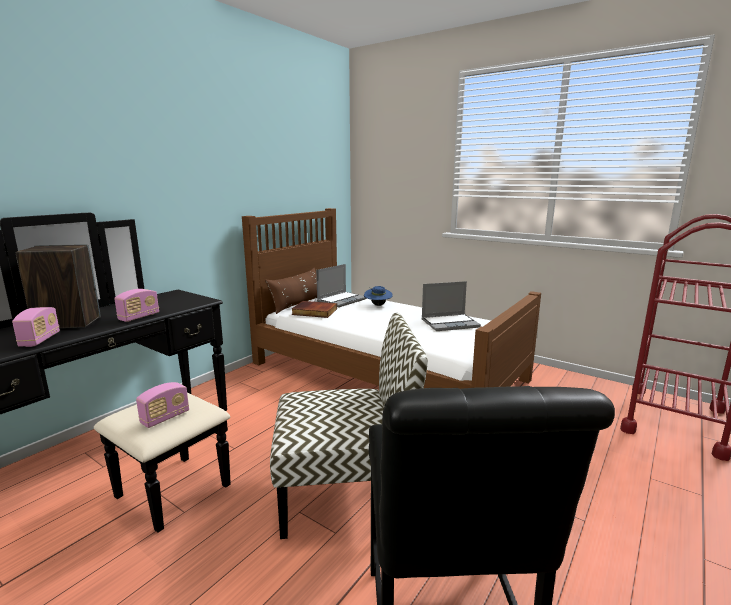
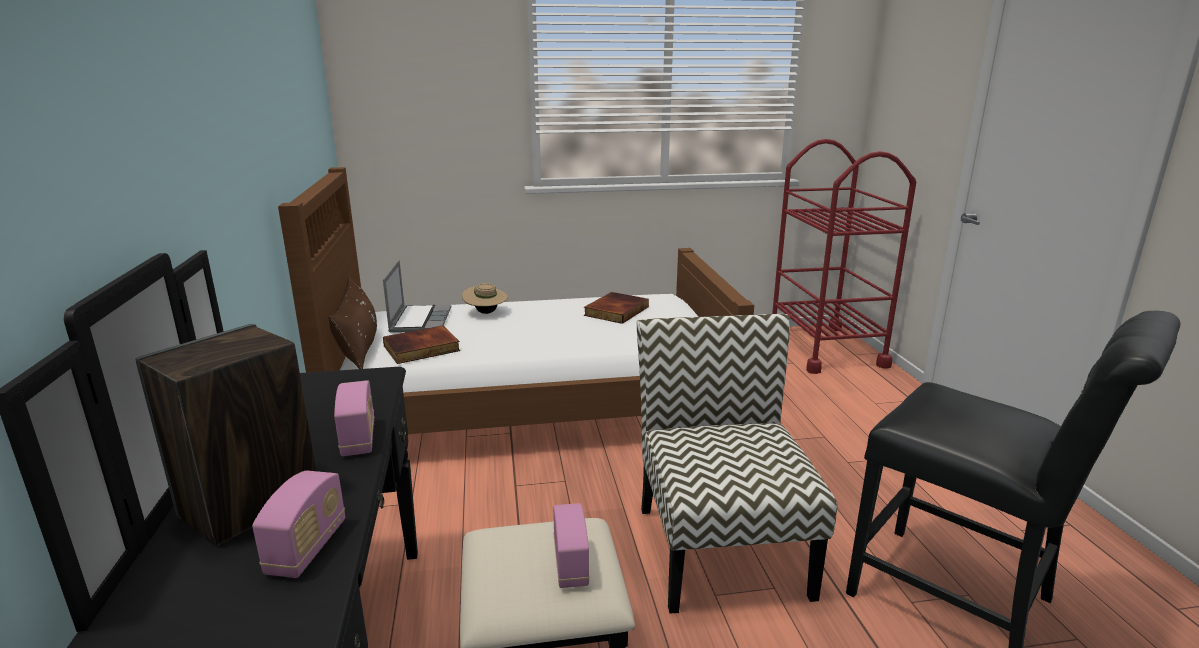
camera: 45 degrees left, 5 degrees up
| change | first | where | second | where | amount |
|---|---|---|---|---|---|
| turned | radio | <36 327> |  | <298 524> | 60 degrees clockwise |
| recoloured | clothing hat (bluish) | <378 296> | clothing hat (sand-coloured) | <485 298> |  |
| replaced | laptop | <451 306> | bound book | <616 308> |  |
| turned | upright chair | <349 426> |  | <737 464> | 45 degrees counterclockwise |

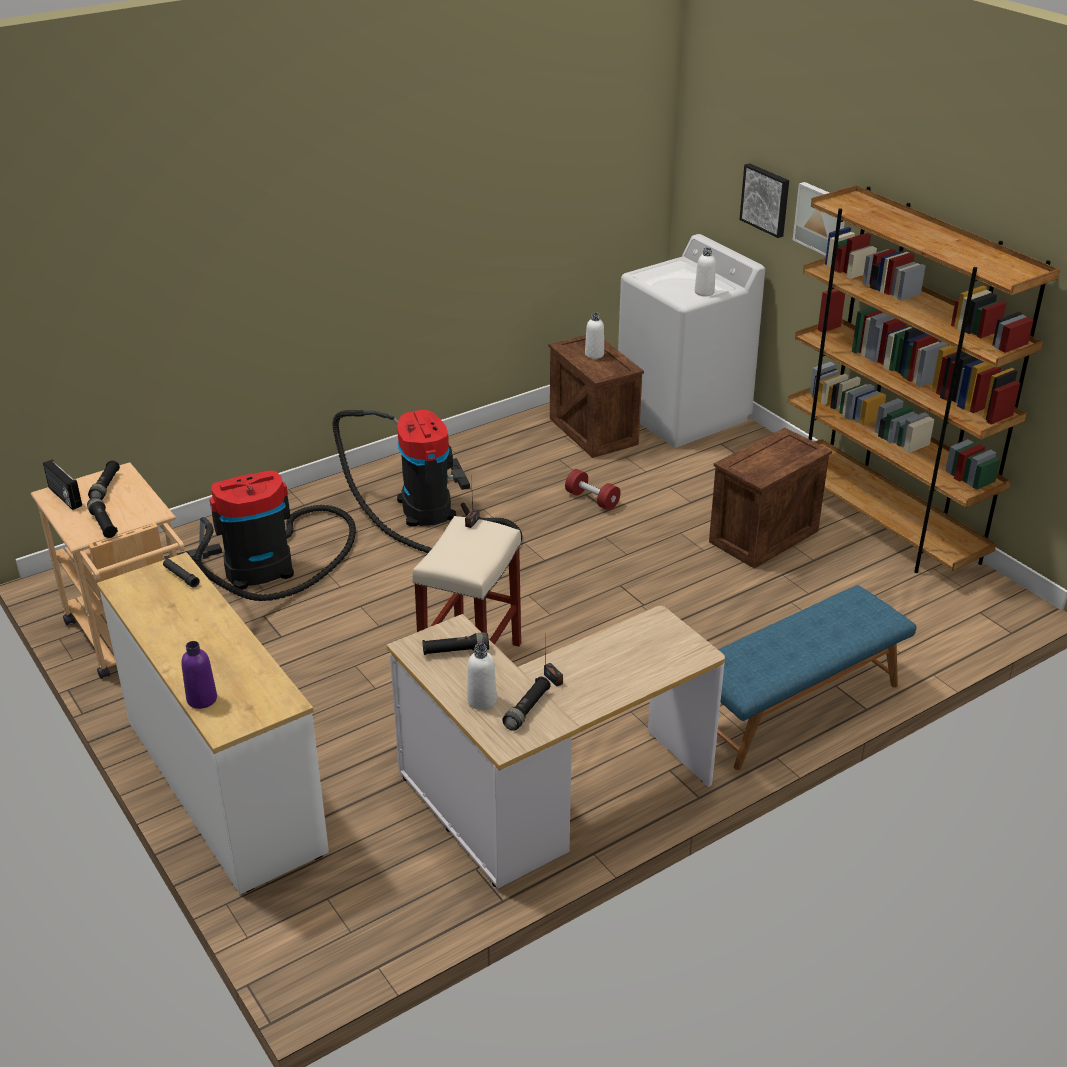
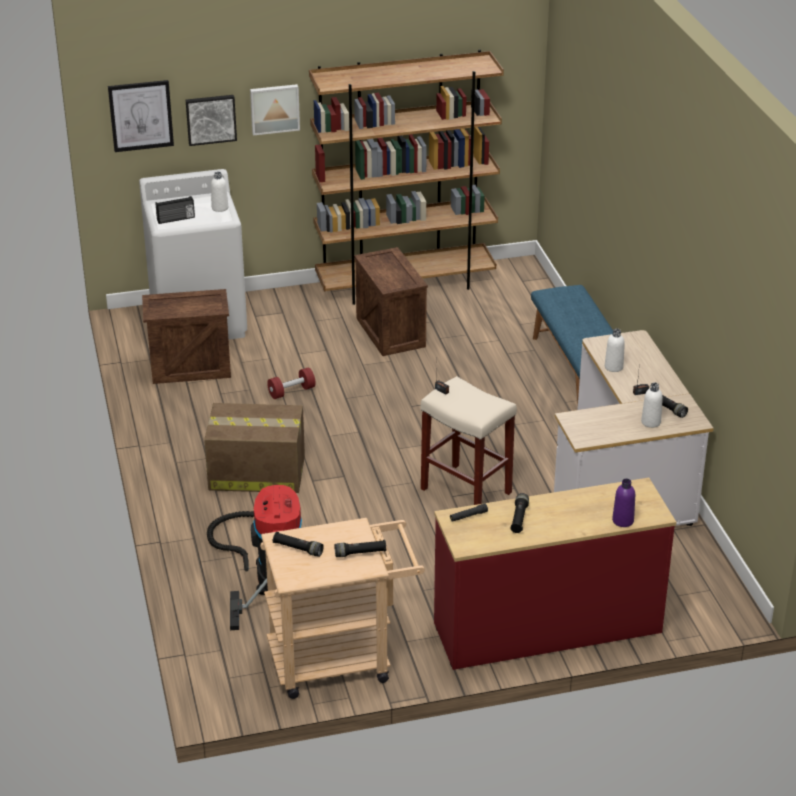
camera: 70 degrees left, 0 degrees up
| change | first | where | second | where | amount |
|---|---|---|---|---|---|
| added |  |  | wall picture | <141 116> |  |
| moved | radio | <62 484> |  | <175 210> |  |
| replaced | vacuum | <427 481> | cardboard box | <254 448> |  |
| recoloured | drawer chest (white) | <213 723> | drawer chest (reddish) | <555 574> |  |
| moved | flashlight (blackish) | <455 644> |  | <520 513> |  |
| moved | drink bottle (white) | <594 335> |  | <615 350> |  |

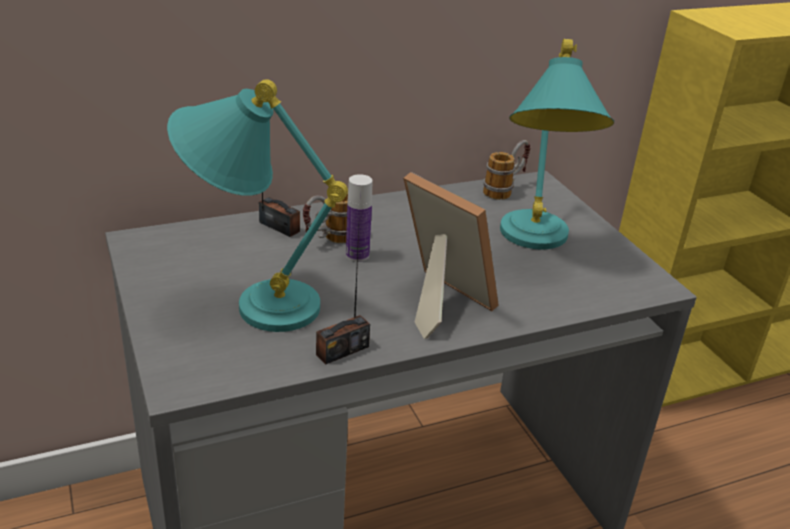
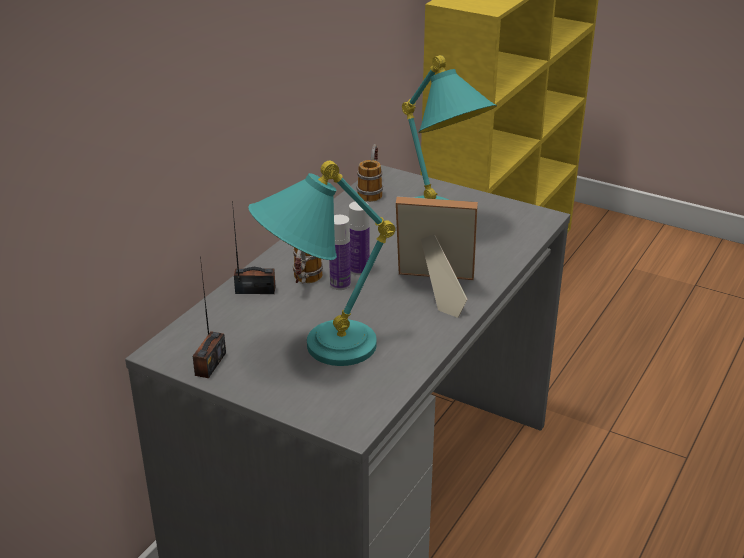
camera: 35 degrees left, 0 degrees up
| change | first | where | second | where | amount |
|---|---|---|---|---|---|
| moved | radio | <343 296> |  | <209 317> |  |
| added |  |  | drink bottle | <359 238> |  |

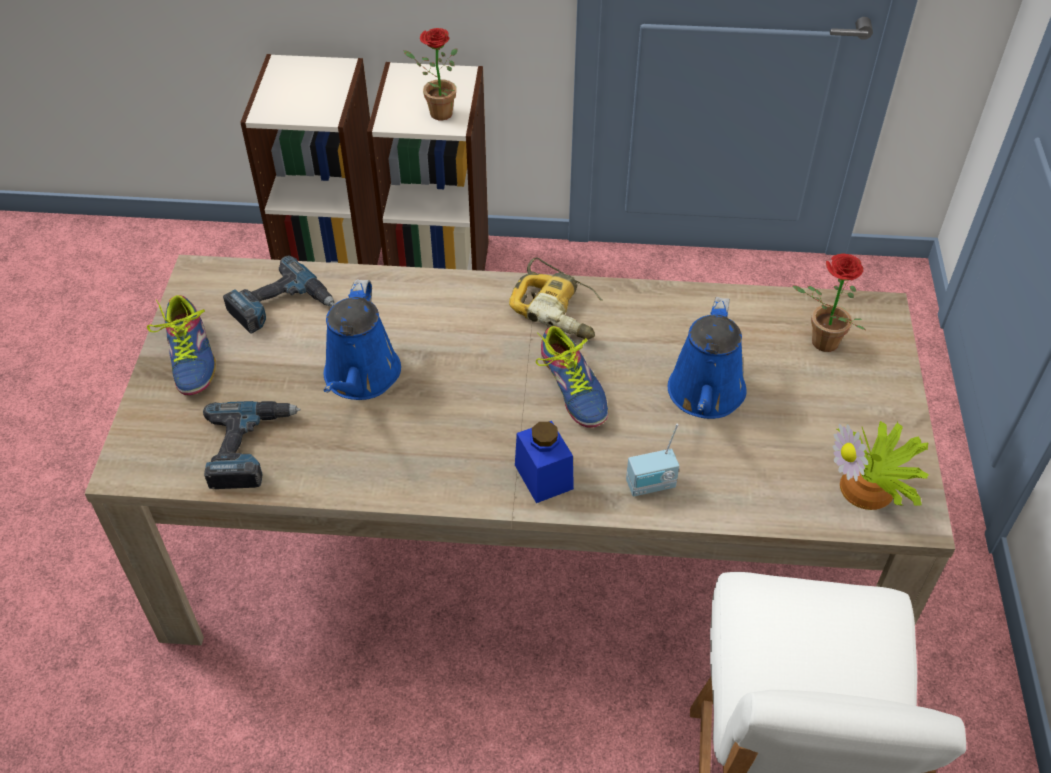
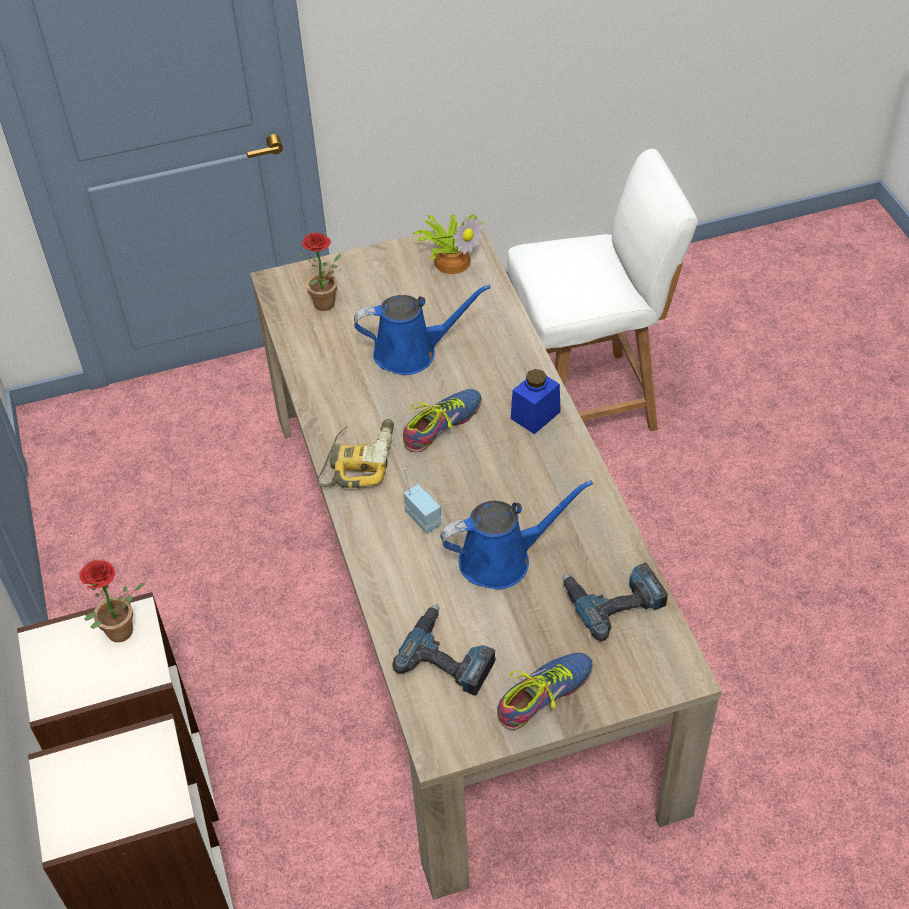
camera: 110 degrees left, 0 degrees up
| change | first | where | second | where | amount |
|---|---|---|---|---|---|
| moved | radio | <652 460> |  | <422 501> |  |

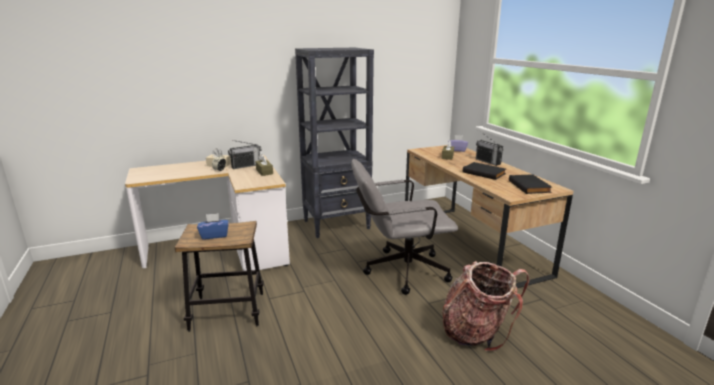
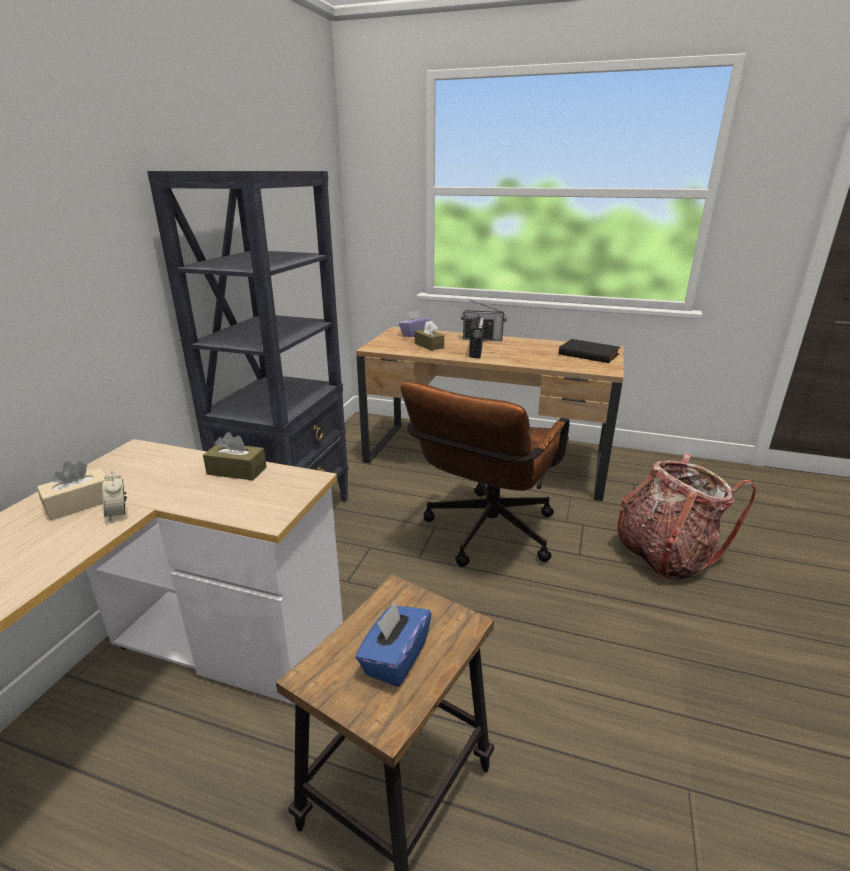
camera: 50 degrees left, 5 degrees up
| change | first | where | second | where | amount |
|---|---|---|---|---|---|
| recoloured | computer chair (greyish) | <404 227> | computer chair (brown-coloured) | <485 474> |  |
| moved | radio | <245 154> |  | <476 336> |  |
| removed | bound book (blackish) | <484 171> |  |  |  |

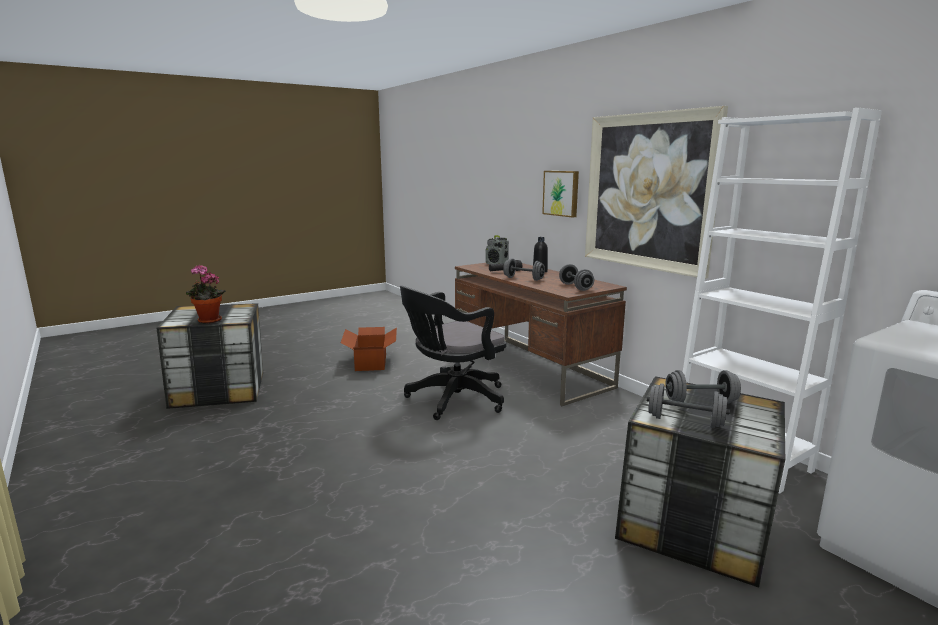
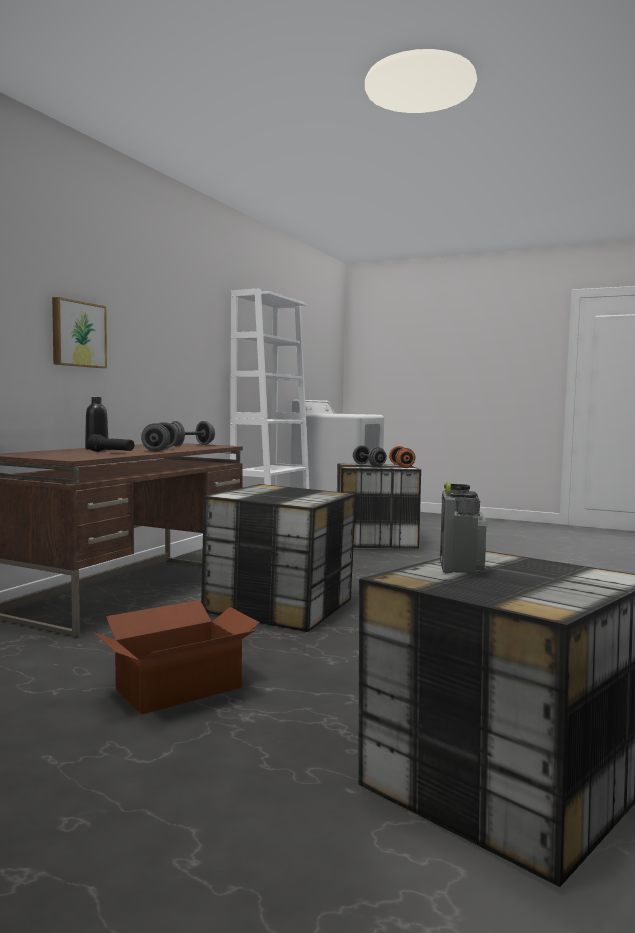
camera: 120 degrees left, 10 degrees down
| change | first | where | second | where | amount |
|---|---|---|---|---|---|
| replaced | computer chair (blackish) | <453 353> | storage container | <278 558> |  |
| recoloured | hand weight (greyish) | <688 405> | hand weight (orangey) | <402 457> |  |
| moved | radio | <497 250> |  | <463 528> |  |
| removed | houseplant | <206 294> |  |  |  |
| removed | wall picture | <656 192> |  |  |  |

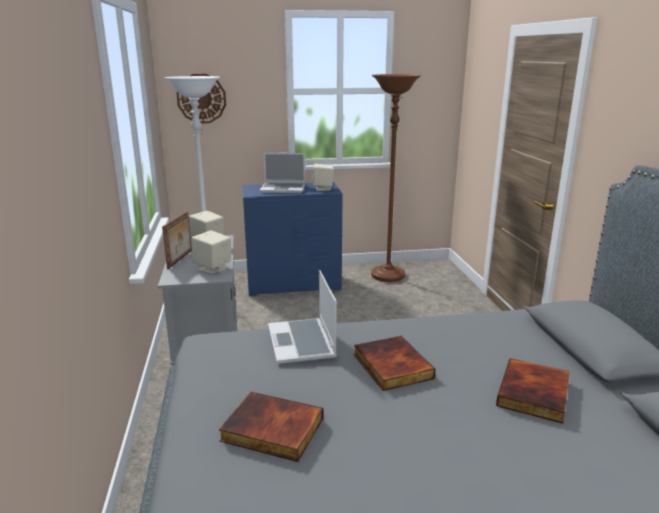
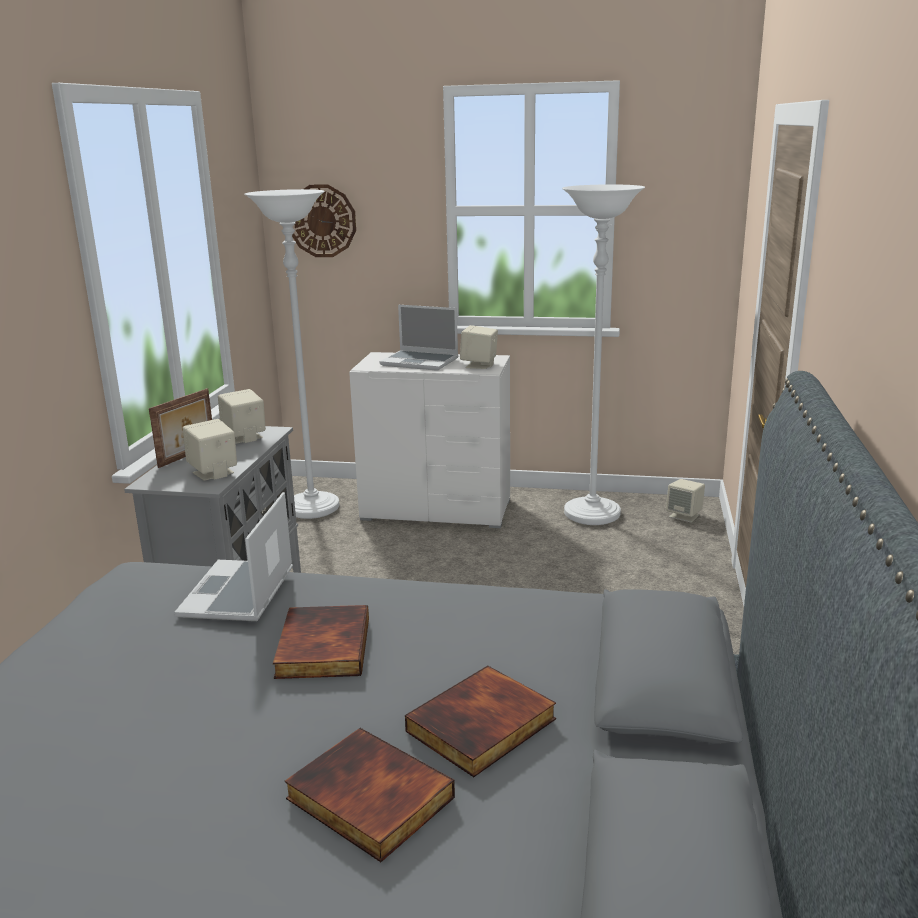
camera: 20 degrees right, 0 degrees up
| change | first | where | second | where | amount |
|---|---|---|---|---|---|
| moved | bound book | <271 427> |  | <370 795> |  |
| recoloured | drawer chest (bluish) | <292 239> | drawer chest (white) | <429 440> |  |
| recoloured | standing lamp (brown-coloured) | <396 178> | standing lamp (white) | <603 354> |  |
| added |  |  | audio speaker (sand-coloured) | <685 501> |  |

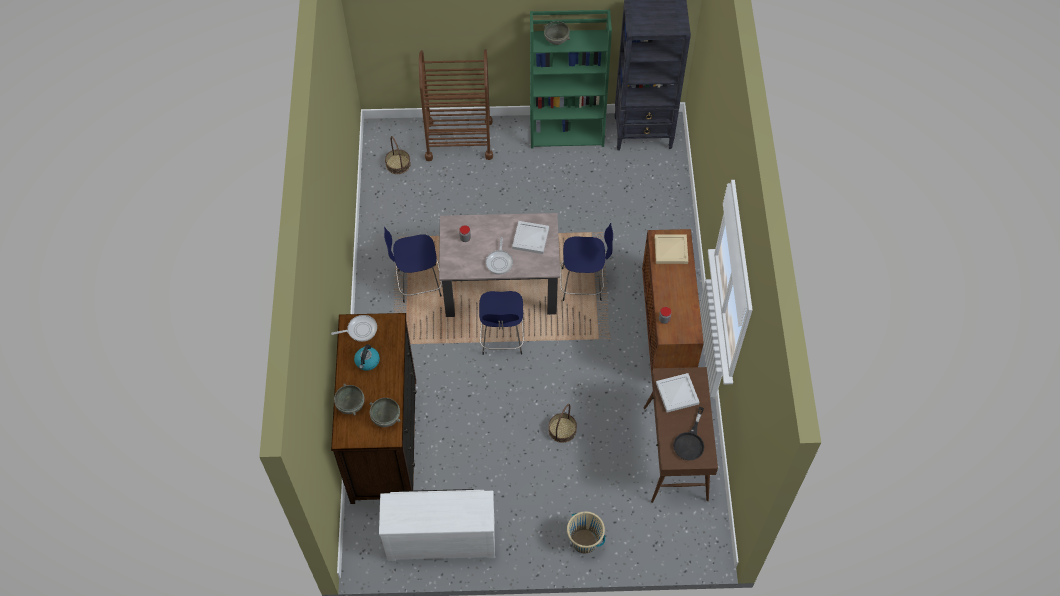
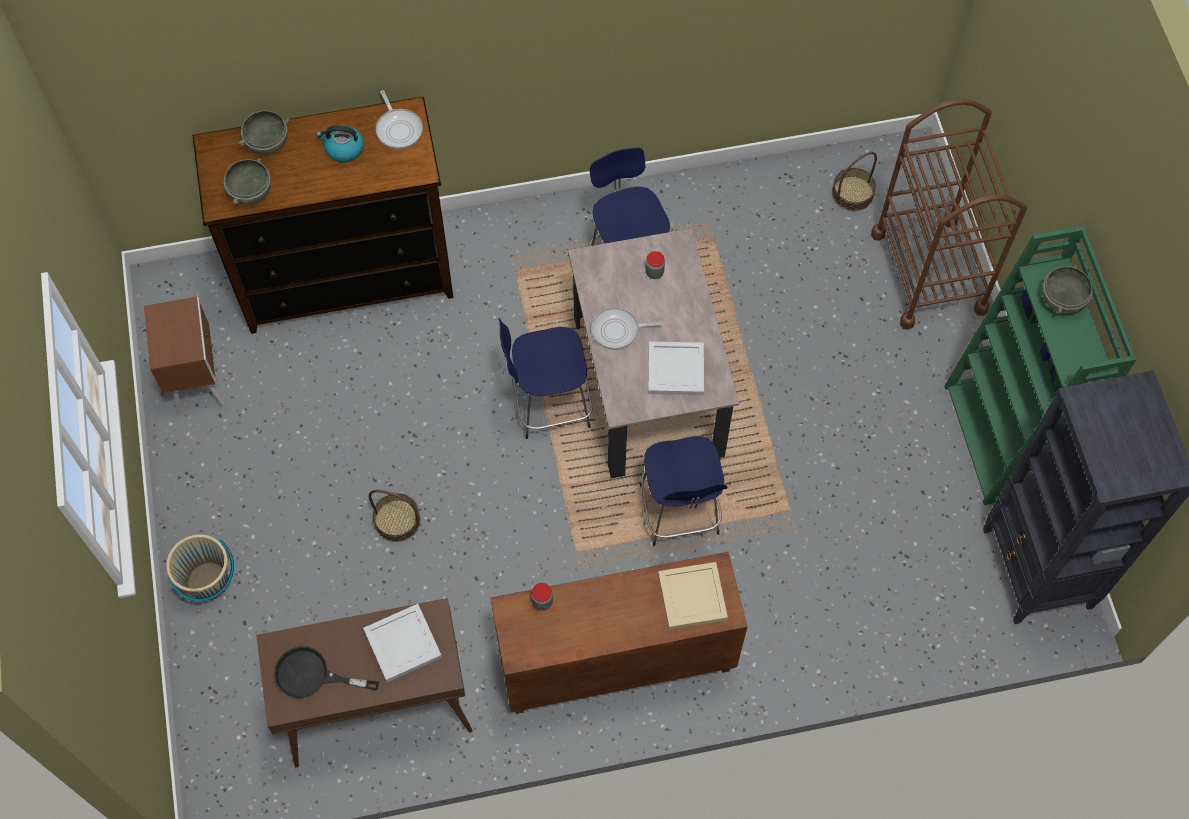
camera: 80 degrees right, 5 degrees up
| change | first | where | second | where | amount |
|---|---|---|---|---|---|
| replaced | drawer chest (white) | <437 525> | night table (brown-coloured) | <184 355> |  |

